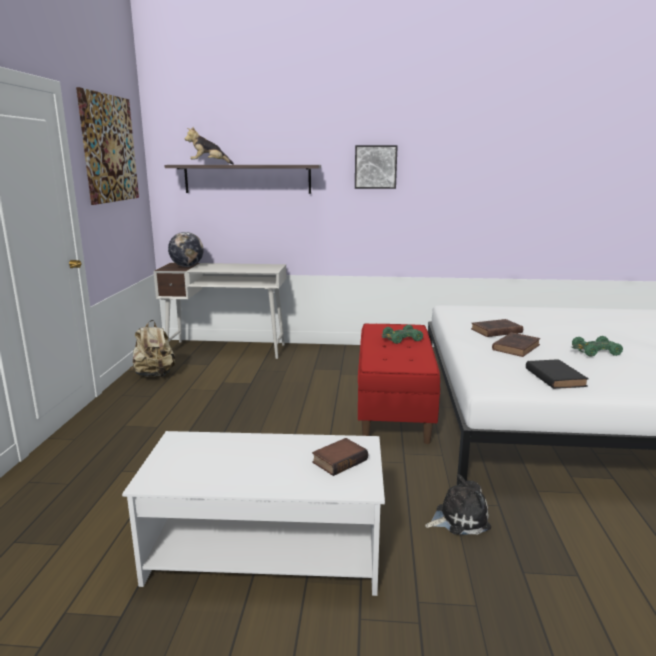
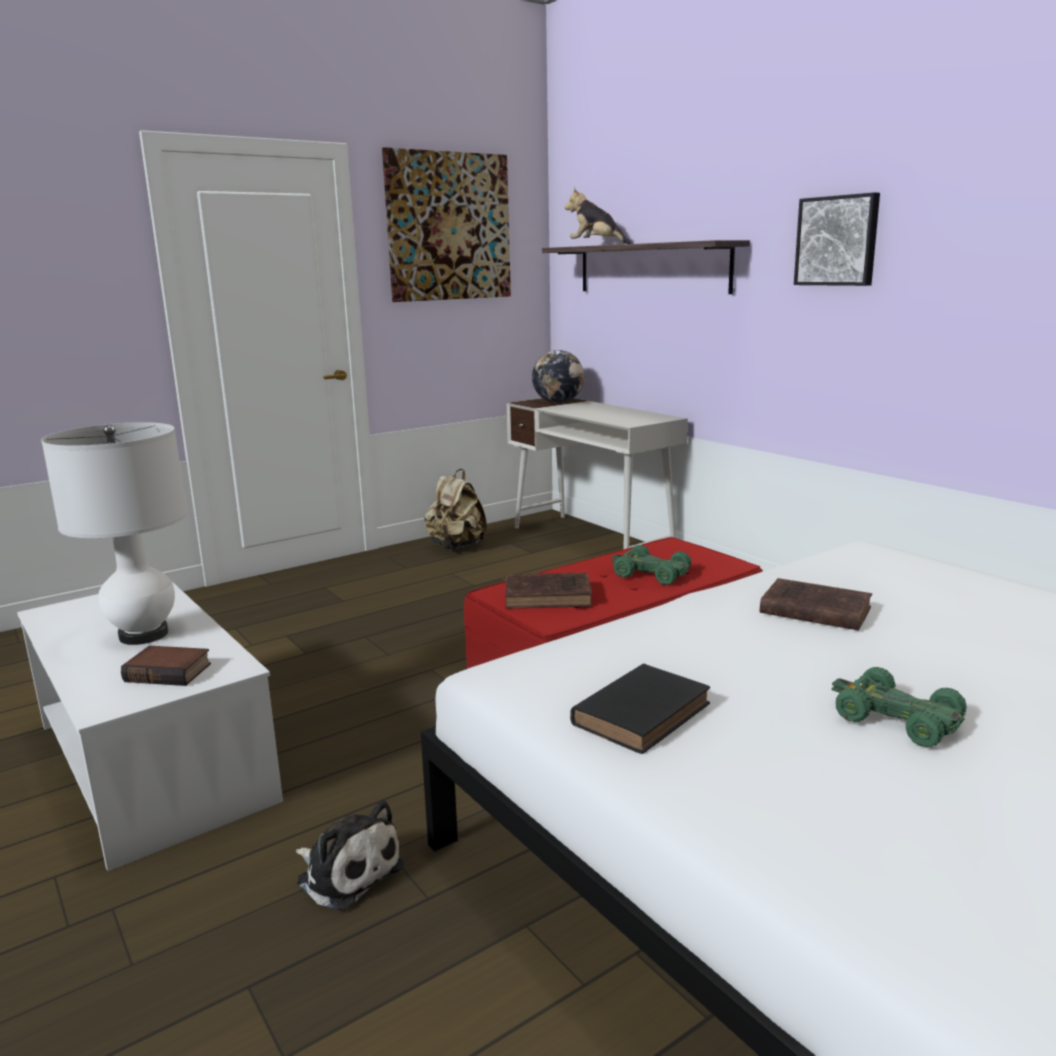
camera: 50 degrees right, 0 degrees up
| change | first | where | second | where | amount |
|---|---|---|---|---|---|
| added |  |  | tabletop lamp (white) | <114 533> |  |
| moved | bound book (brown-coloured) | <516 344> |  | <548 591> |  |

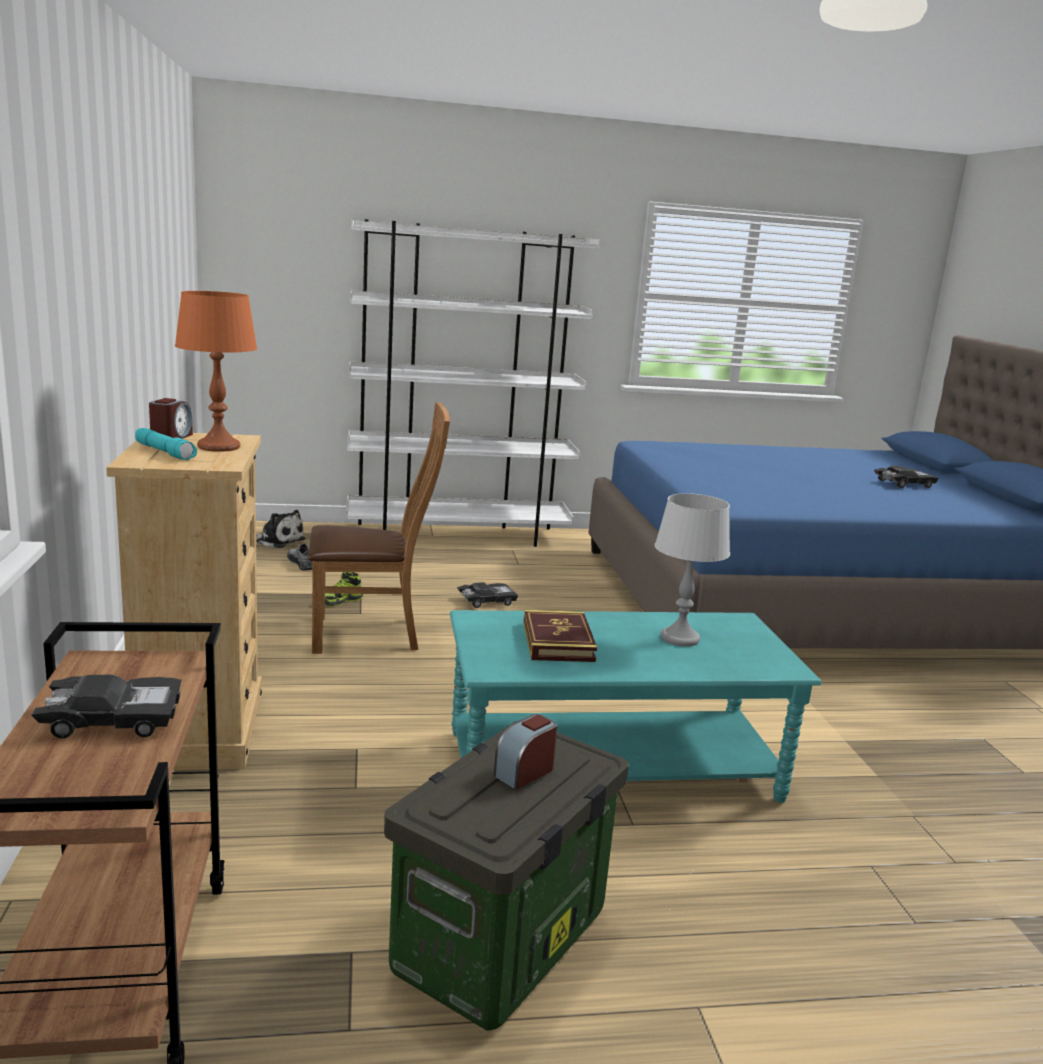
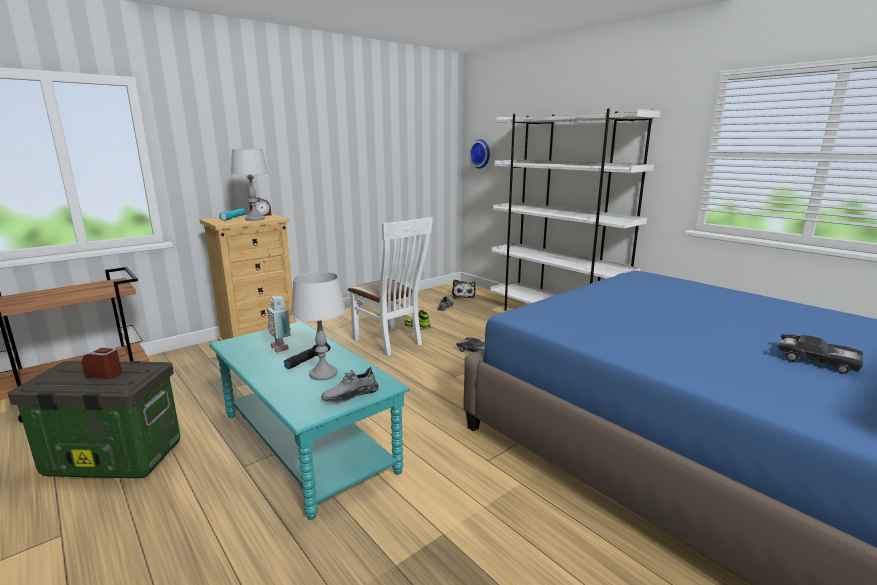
camera: 60 degrees right, 0 degrees up
| change | first | where | second | where | amount |
|---|---|---|---|---|---|
| recoloured | tabletop lamp (orangey) | <216 371> | tabletop lamp (greyish) | <249 185> |  |
| replaced | bound book | <560 636> | toy robot | <279 324> |  |
| added |  |  | flashlight (blackish) | <307 355> |  |
| added |  |  | item of footwear (greyish) | <350 385> |  |
| recoloured | upright chair (brown-coloured) | <379 528> | upright chair (white) | <390 286> |  |
| added |  |  | clock on the wall | <479 154> |  |
| removed | miniature car (blackish) | <106 706> |  |  |  |

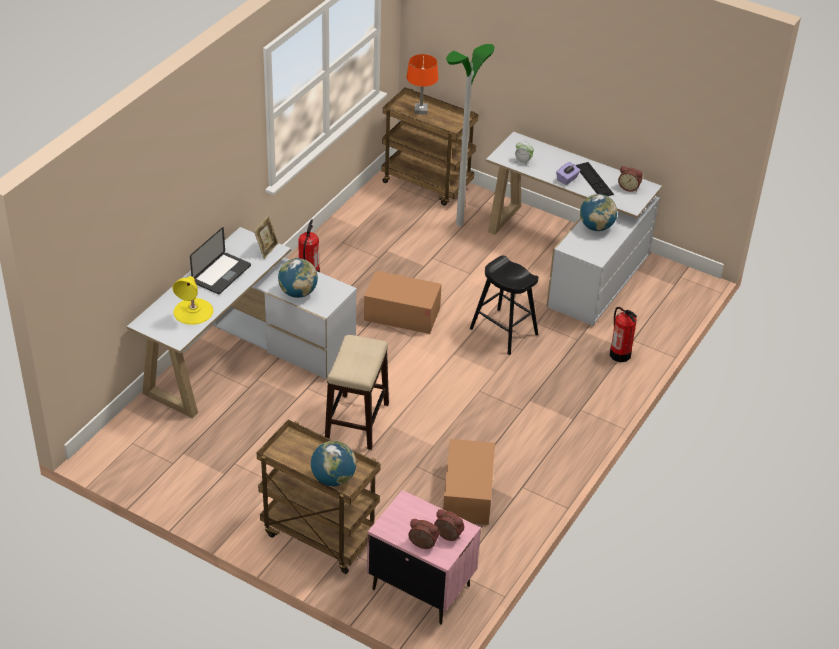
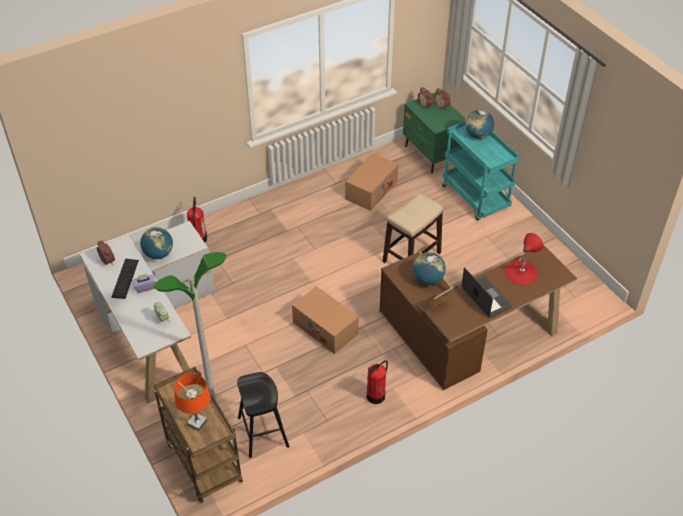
camera: 150 degrees left, 5 degrees up
| change | first | where | second | where | amount |
|---|---|---|---|---|---|
| moved | stool seat (blackish) | <504 305> |  | <263 415> |  |
| recoloured | desk unit (white) | <242 322> | desk unit (brown-coloured) | <478 317> |  |
| recoloured | night table (pink-coloured) | <424 557> | night table (green-coloured) | <434 133> |  |
| recoloured | cart (brown-coloured) | <319 497> | cart (turquoise) | <481 171> |  |
| turned | laptop | <220 260> |  | <487 292> | 90 degrees clockwise |
| recoloured | tabletop lamp (yellowish) | <193 300> | tabletop lamp (reddish) | <524 259> |  |

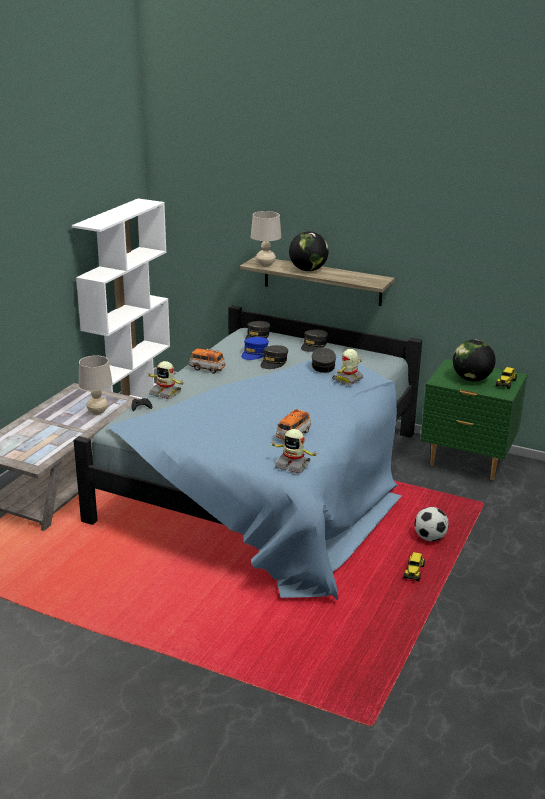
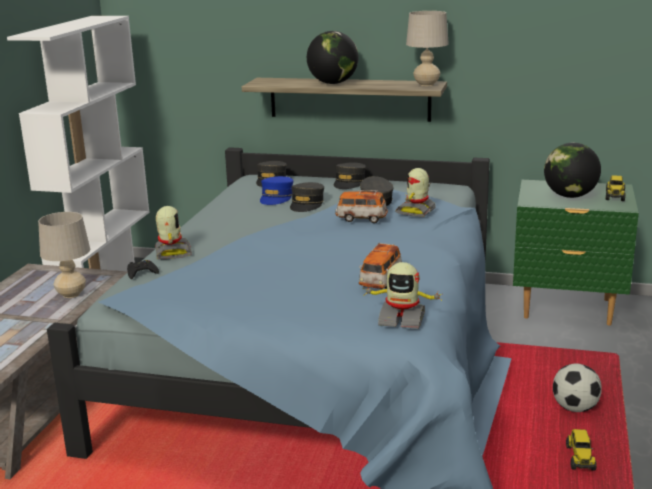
camera: 10 degrees left, 5 degrees down
| change | first | where | second | where | amount |
|---|---|---|---|---|---|
| turned | toy robot | <165 380> |  | <173 232> | 120 degrees counterclockwise |
| moved | miniature car | <207 361> |  | <361 206> |  |
| moved | tabletop lamp (sand-coloured) | <266 239> |  | <427 48> |  |

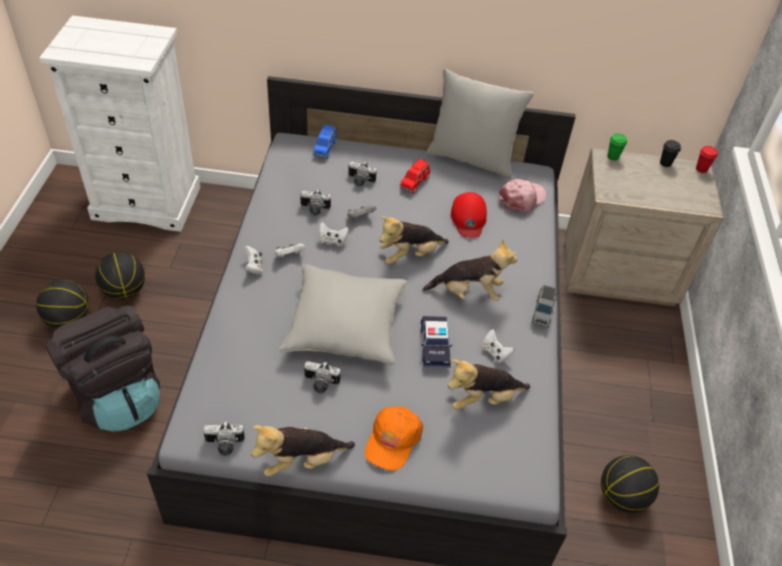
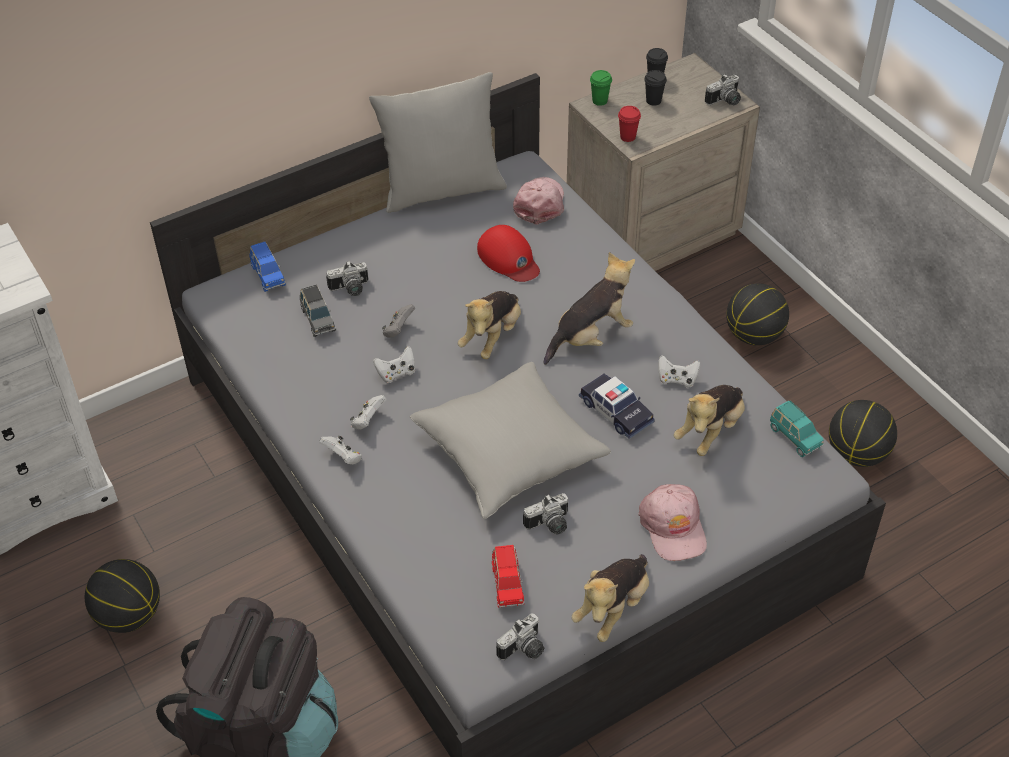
camera: 35 degrees left, 0 degrees up
| change | first | where | second | where | amount |
|---|---|---|---|---|---|
| moved | miniature car (greyish) | <543 306> |  | <318 311> |  |
| moved | miniature car (reddish) | <415 176> |  | <508 576> |  |
| moved | cup (reddish) | <707 159> |  | <629 124> |  |
| recoloured | peaked cap (orangey) | <394 438> | peaked cap (pink-coloured) | <672 522> |  |
| added |  |  | cup (blackish) | <655 88> |  |
| moved | still camera | <315 202> |  | <723 89> |  |
| moved | basketball ball | <62 304> |  | <757 314> |  |
| added |  |  | miniature car (turquoise) | <797 428> |  |

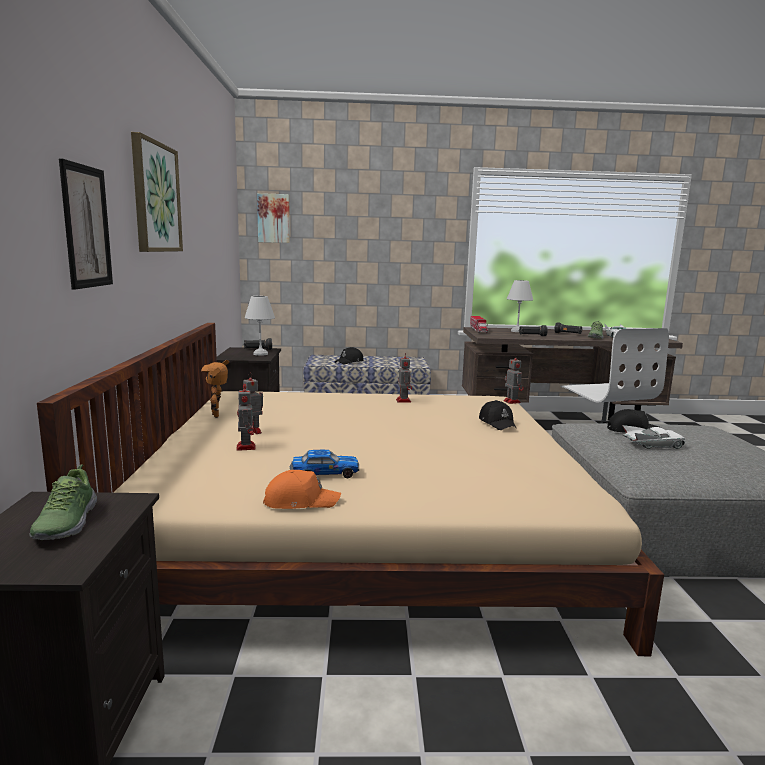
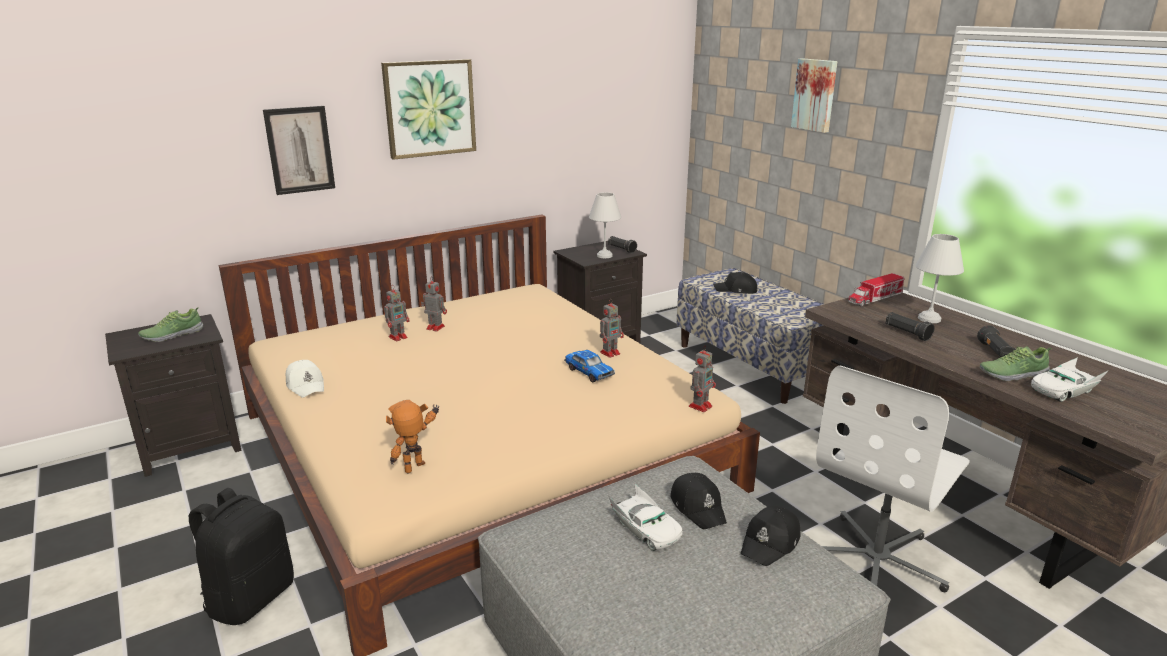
camera: 60 degrees right, 10 degrees up
| change | first | where | second | where | amount |
|---|---|---|---|---|---|
| added |  |  | backpack (blackish) | <241 556> |  |
| recoloured | peaked cap (orangey) | <302 489> | peaked cap (white) | <305 379> |  |
| moved | toy robot | <215 389> |  | <412 436> |  |
| moved | miniature car | <324 464> |  | <589 366> |  |
| moved | peaked cap (blackish) | <498 415> |  | <770 536> |  |
| moved | wall picture | <273 218> |  | <814 95> |  |

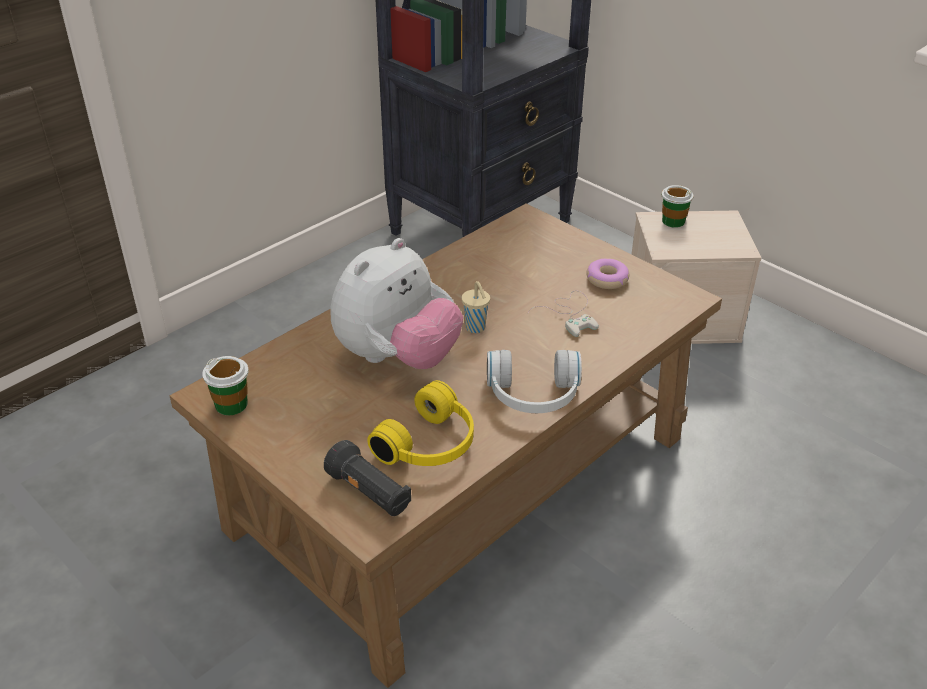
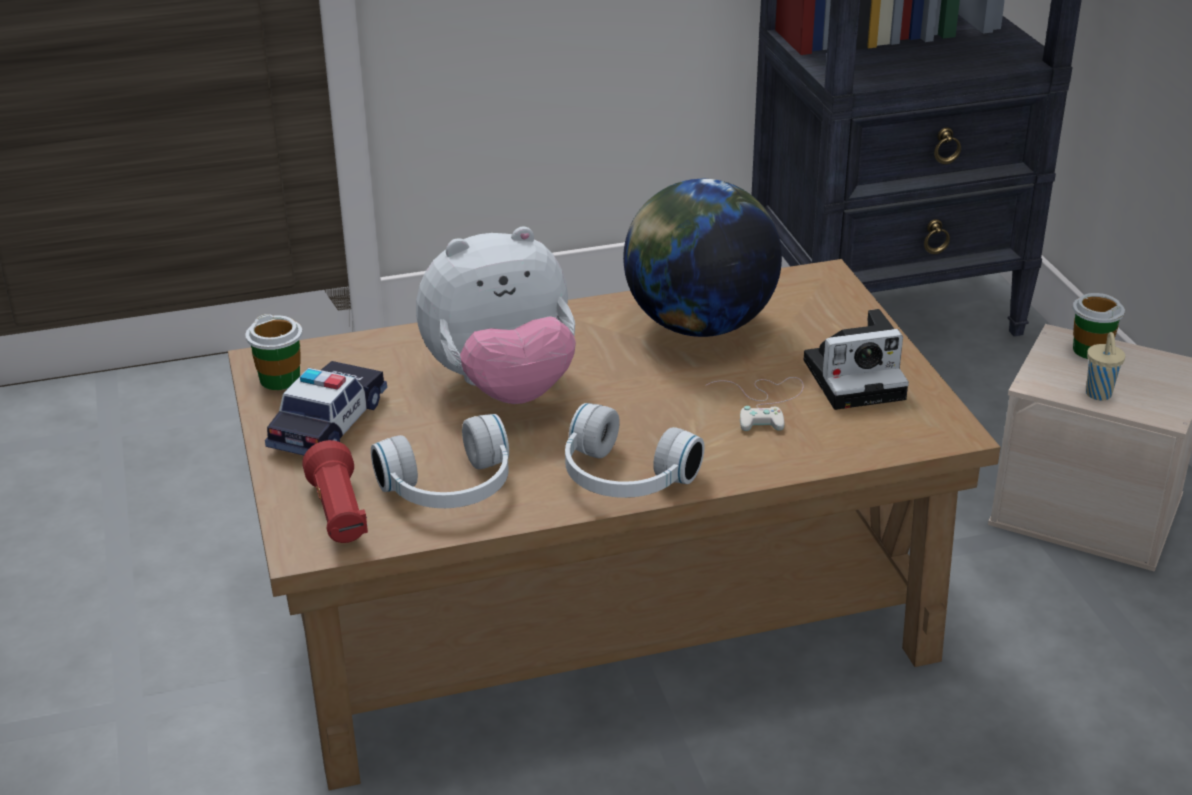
camera: 30 degrees right, 5 degrees down
| change | first | where | second | where | amount |
|---|---|---|---|---|---|
| added |  |  | miniature car | <326 408> |  |
| recoloured | flashlight (blackish) | <367 478> | flashlight (reddish) | <335 491> |  |
| recoloured | headphones (yellowish) | <420 423> | headphones (white) | <440 461> |  |
| added |  |  | globe | <702 258> |  |
| replaced | ring doughnut | <607 273> | still camera | <856 359> |  |
| moved | cup (sand-coloured) | <476 307> |  | <1105 366> |  |

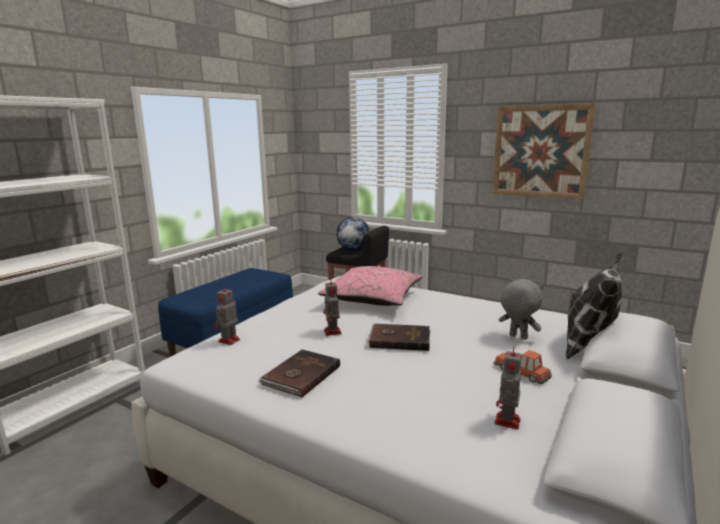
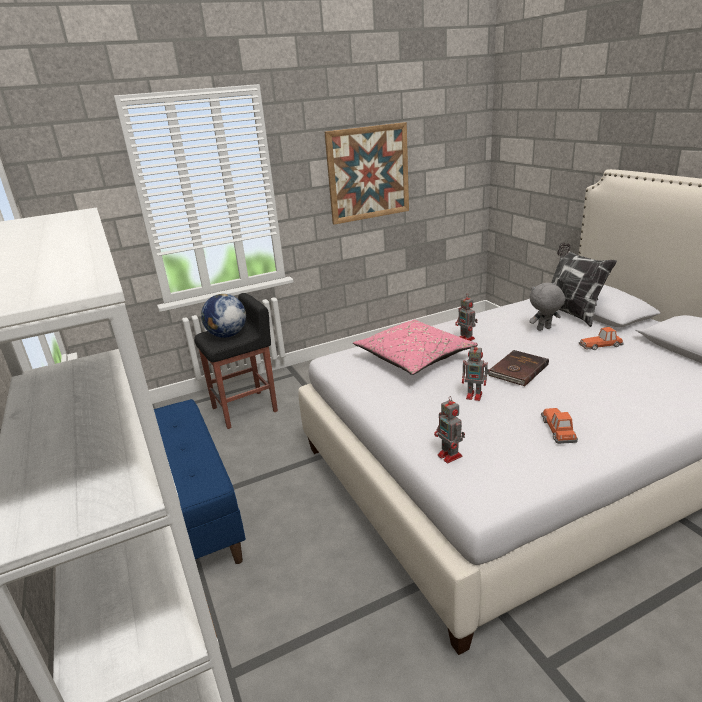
camera: 55 degrees left, 10 degrees up
| change | first | where | second | where | amount |
|---|---|---|---|---|---|
| moved | toy robot | <508 388> |  | <466 317> |  |
| replaced | bound book (brown-coloured) | <299 373> | miniature car | <559 426> |  |

